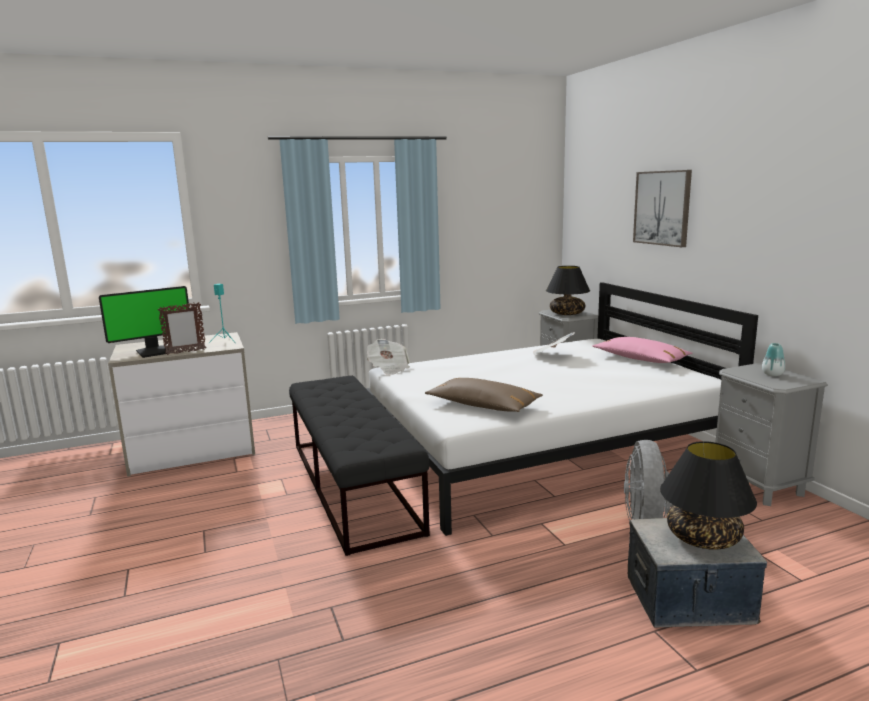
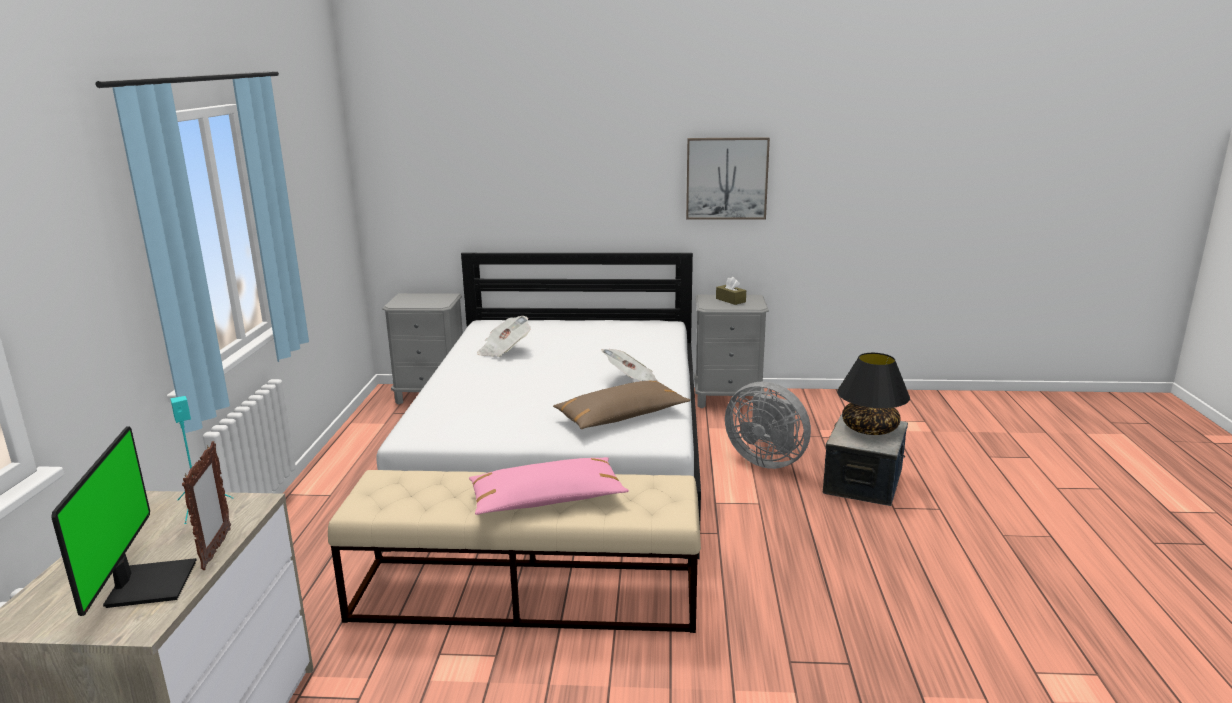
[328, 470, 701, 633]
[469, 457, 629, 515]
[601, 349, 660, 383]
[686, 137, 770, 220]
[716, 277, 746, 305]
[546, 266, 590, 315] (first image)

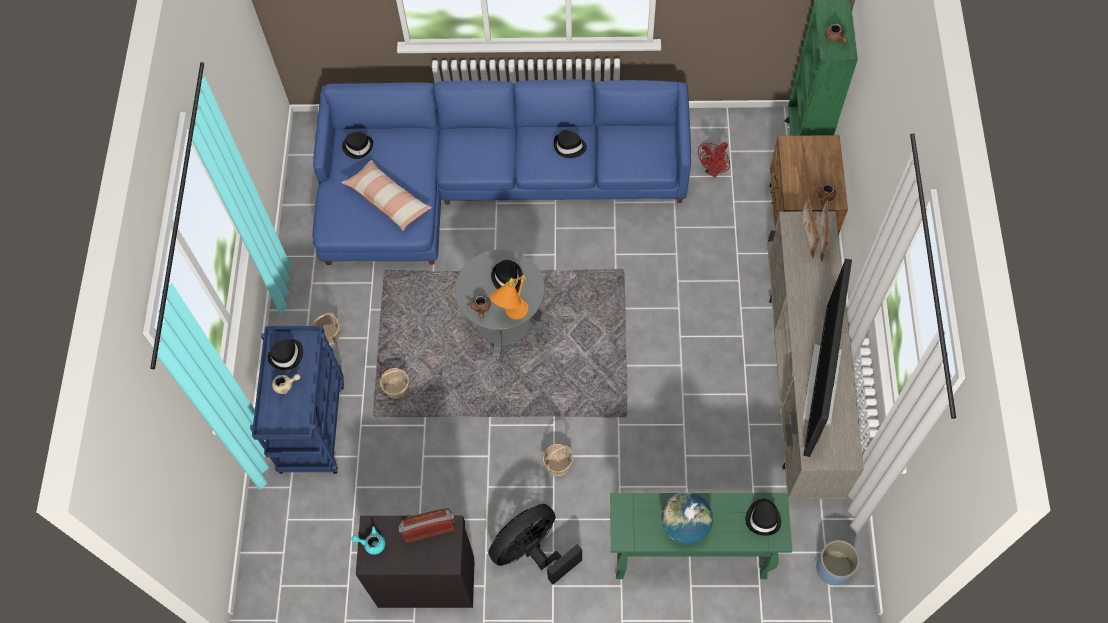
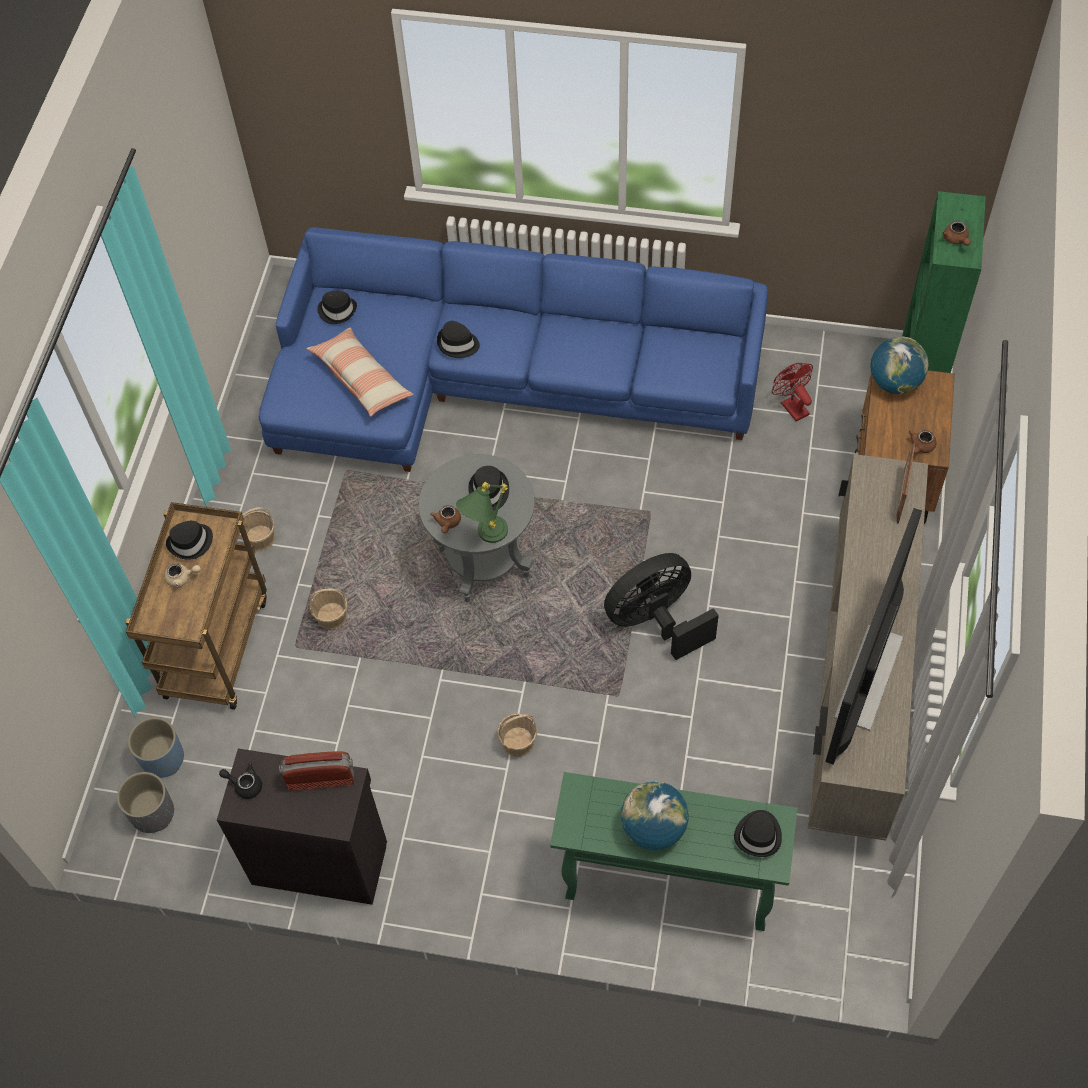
[117, 772, 174, 833]
[125, 502, 267, 710]
[128, 717, 184, 778]
[219, 762, 262, 799]
[437, 321, 480, 358]
[456, 482, 508, 543]
[604, 553, 719, 660]
[772, 363, 813, 422]
[870, 337, 929, 394]
[801, 196, 820, 258] (first image)

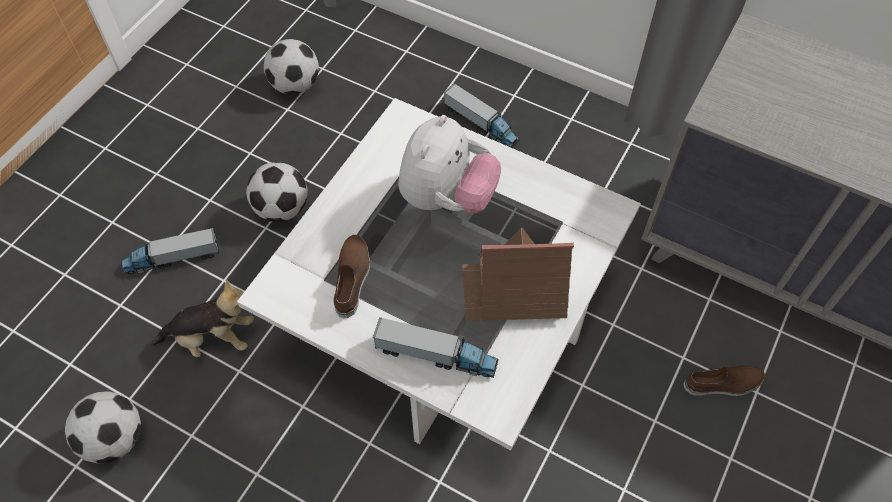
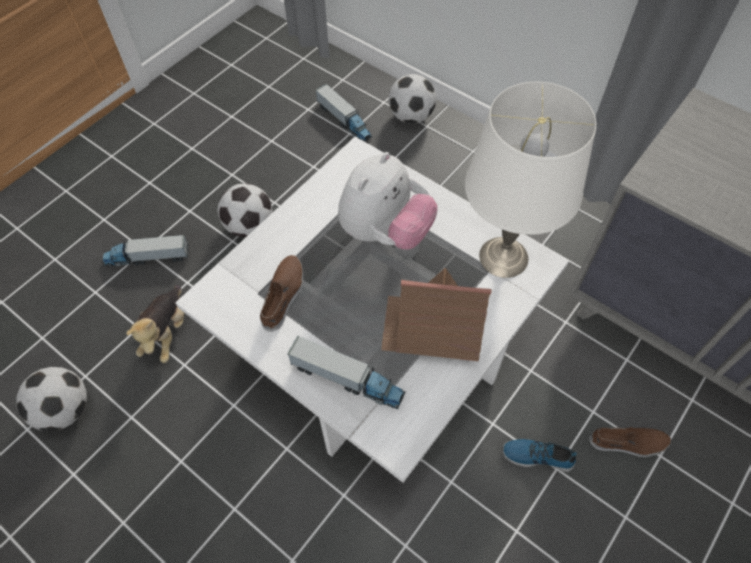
[126, 285, 185, 363]
[316, 84, 372, 142]
[388, 74, 436, 124]
[465, 82, 596, 278]
[502, 439, 577, 472]

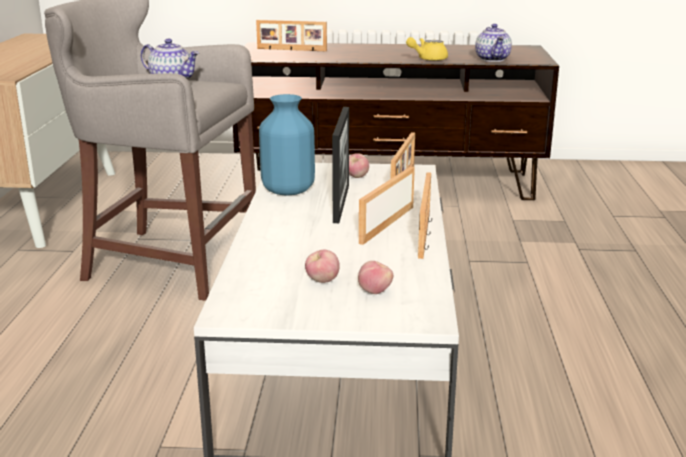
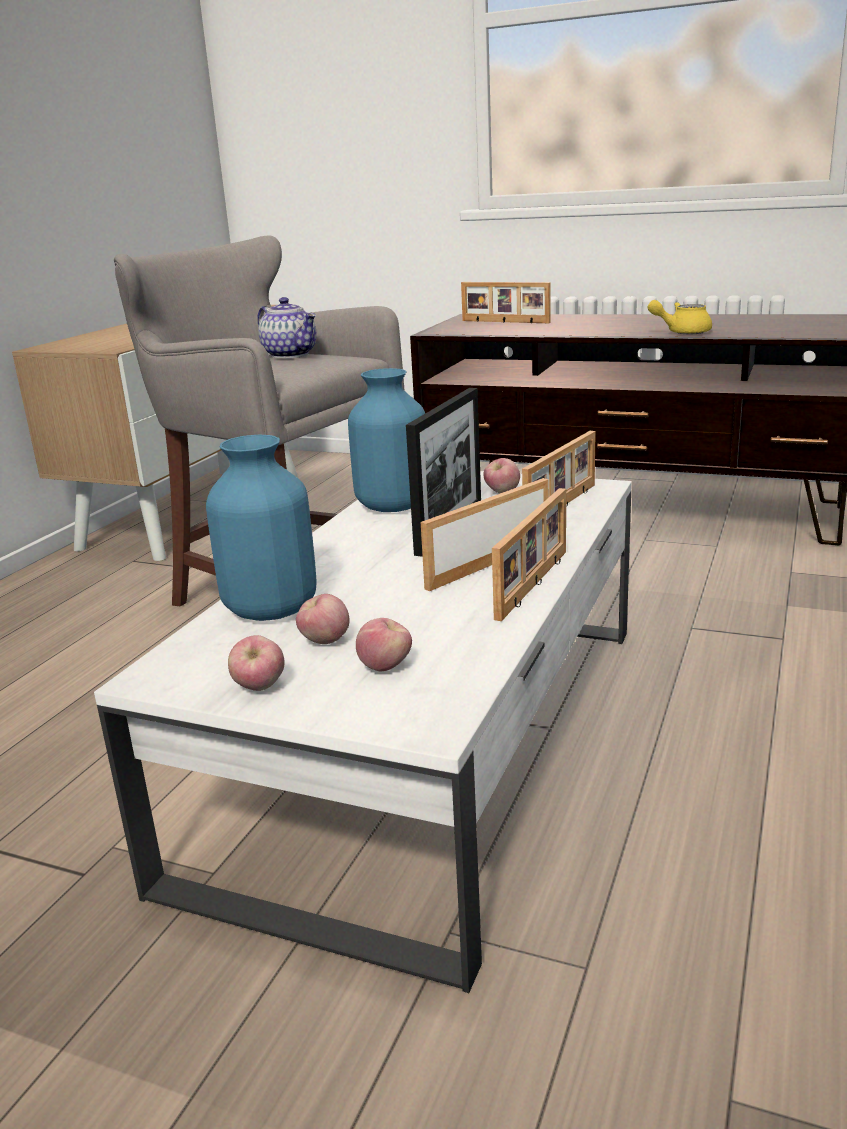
[206, 435, 316, 621]
[228, 635, 285, 691]
[475, 24, 512, 62] (first image)

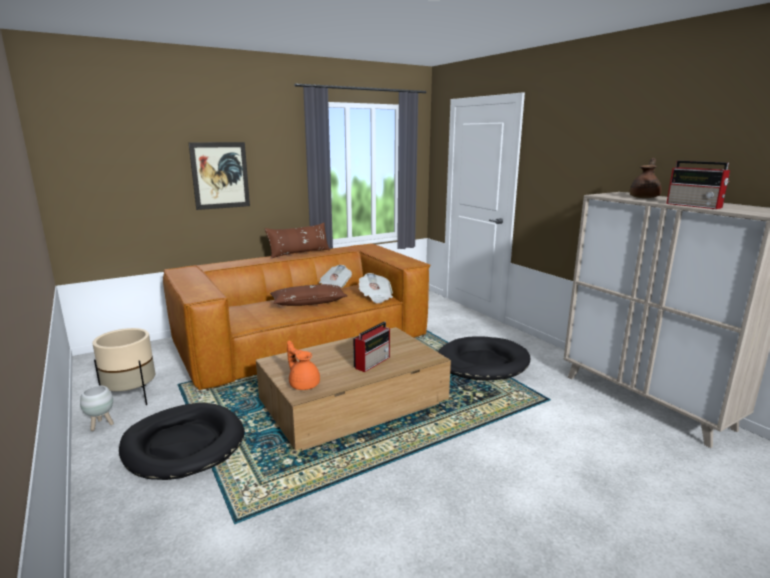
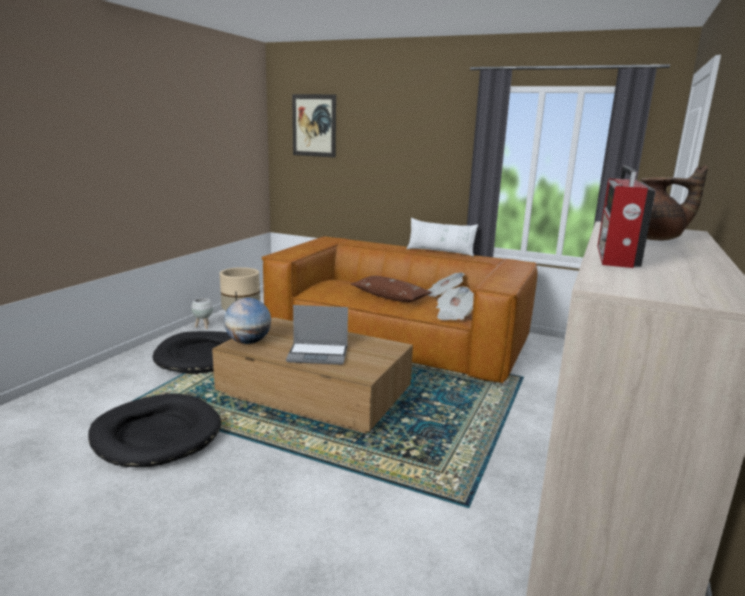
[88, 393, 221, 467]
[224, 298, 271, 344]
[286, 305, 348, 365]
[292, 94, 336, 158]
[406, 218, 478, 256]

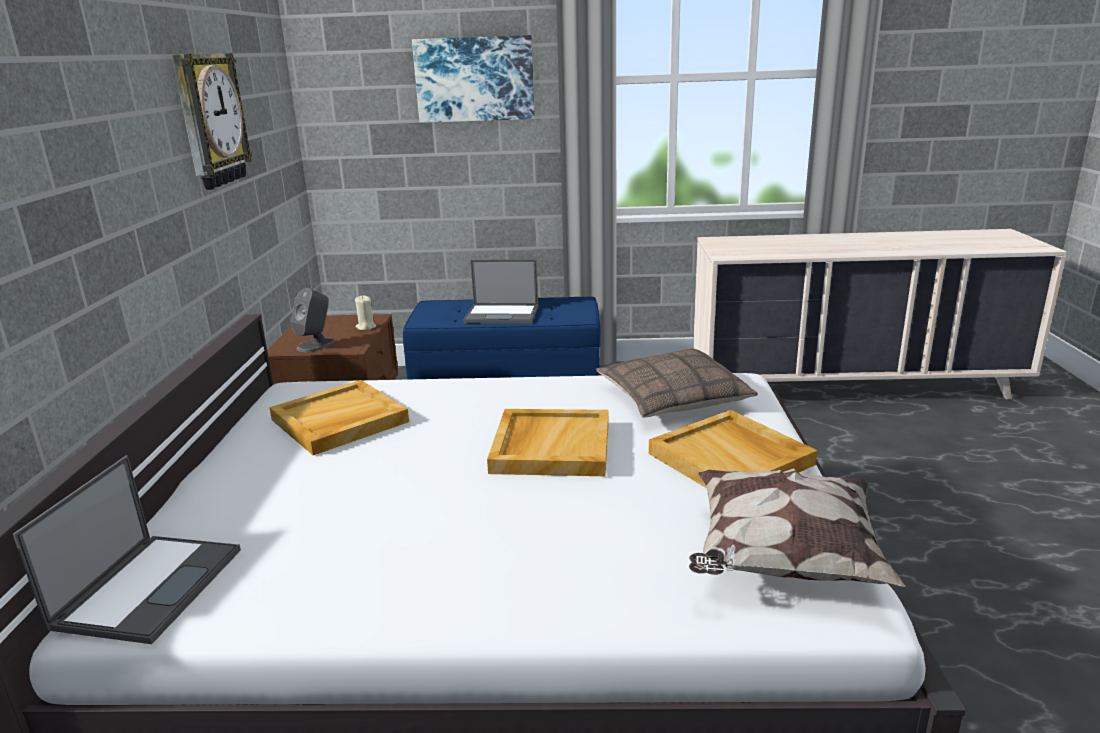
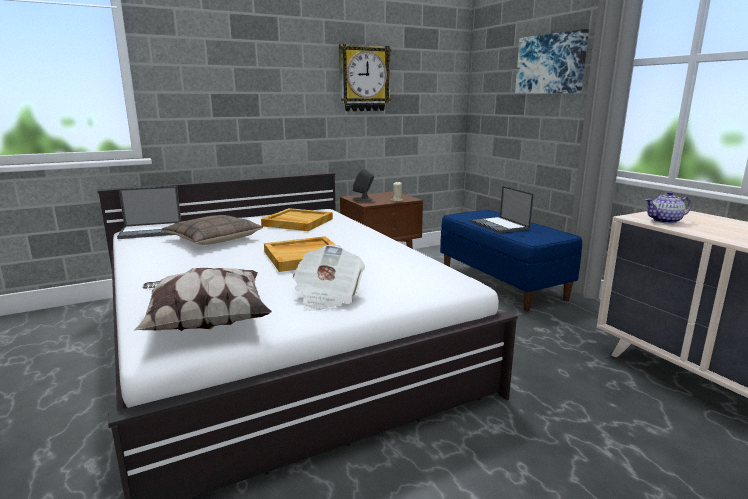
[161, 215, 263, 245]
[293, 245, 365, 311]
[645, 191, 691, 224]

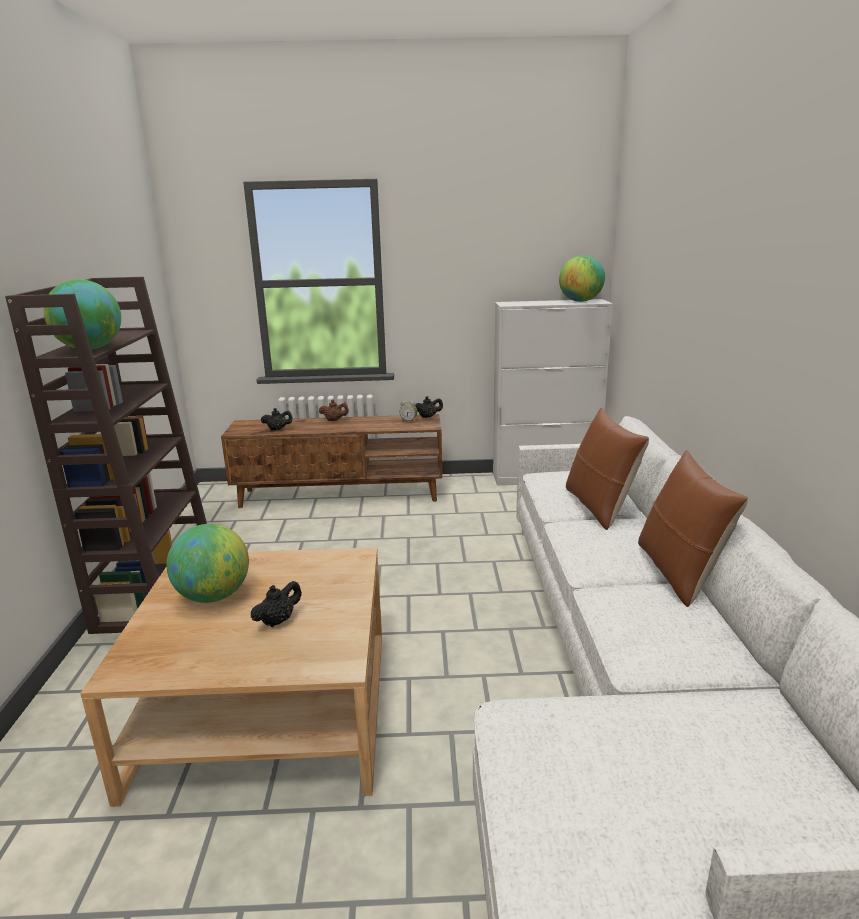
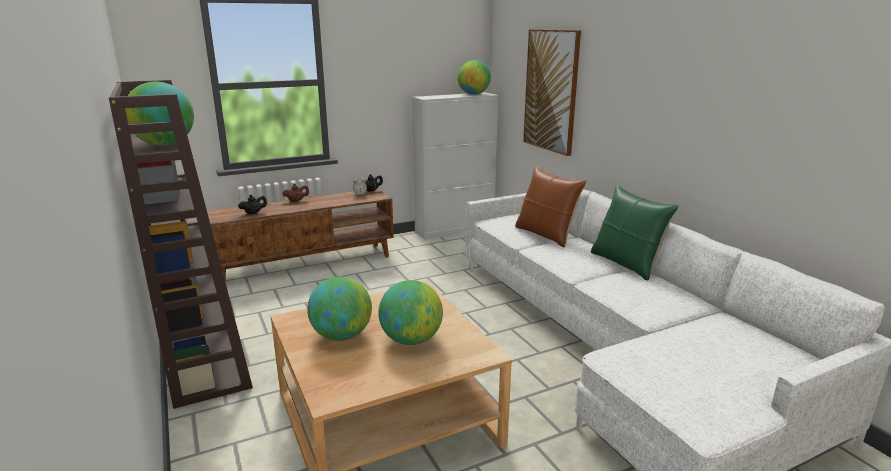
[378, 280, 443, 345]
[523, 29, 581, 156]
[591, 185, 679, 281]

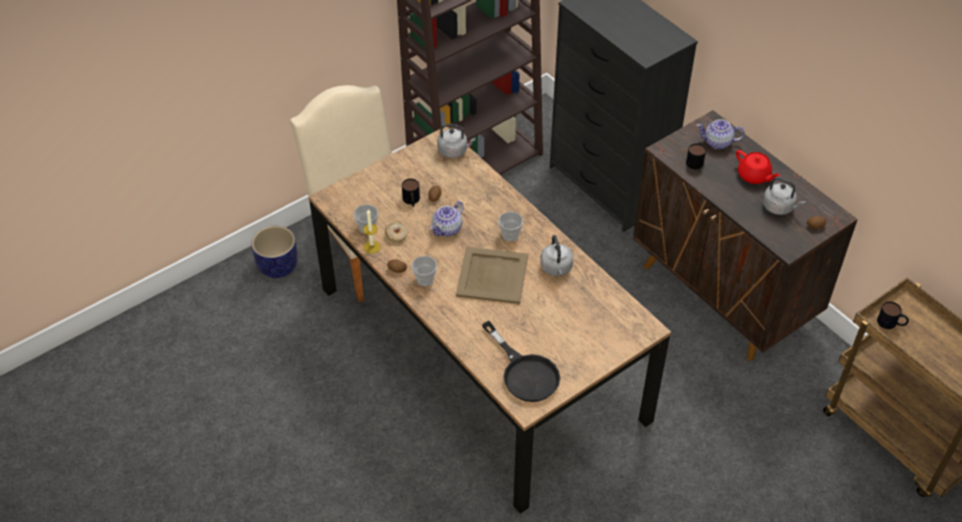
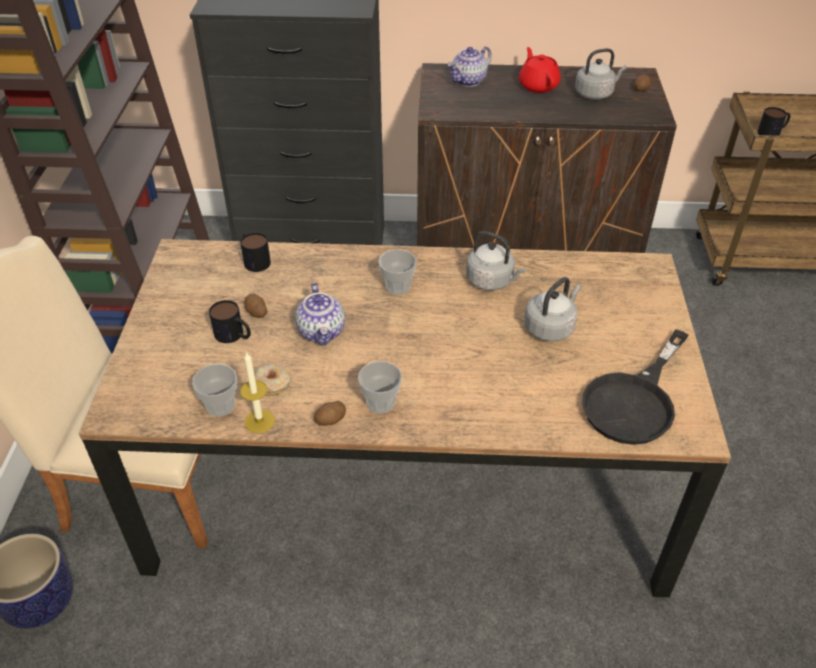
[240, 233, 271, 272]
[519, 47, 561, 93]
[524, 277, 581, 341]
[582, 329, 688, 445]
[456, 247, 528, 304] (first image)

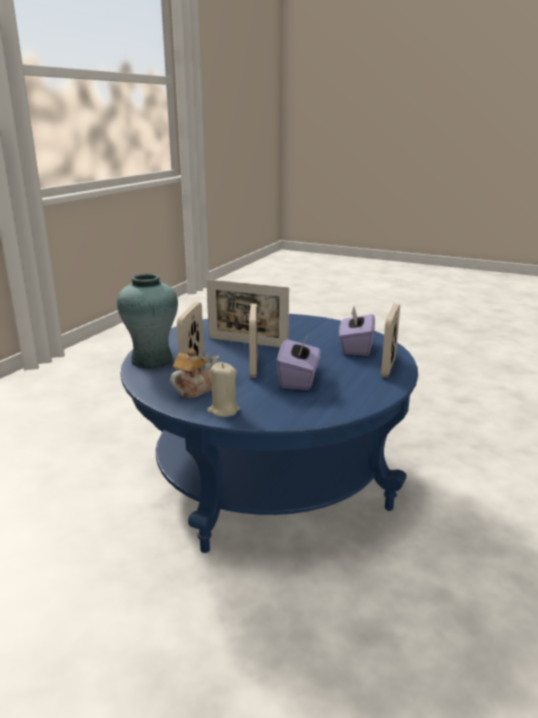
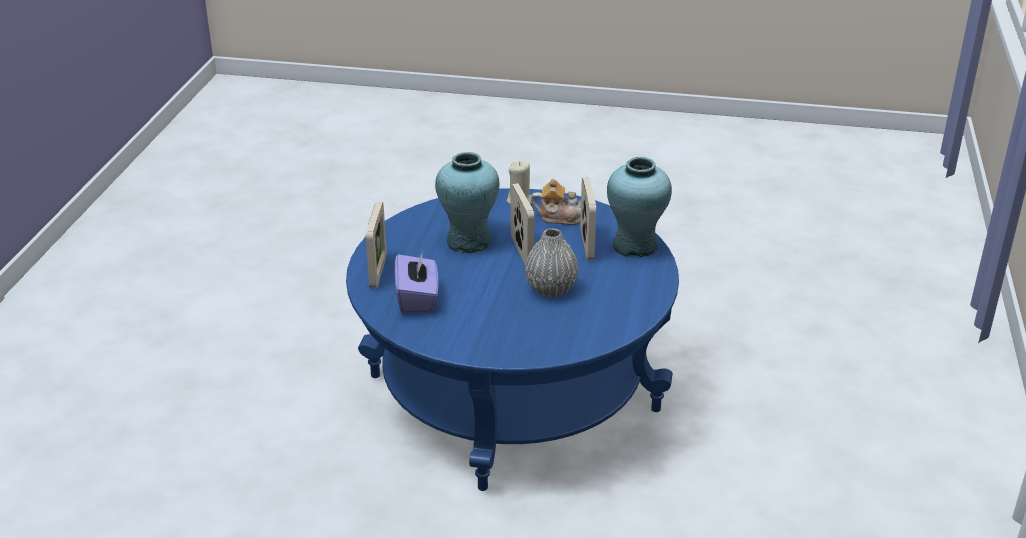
[435, 152, 499, 253]
[525, 228, 578, 297]
[531, 179, 581, 225]

